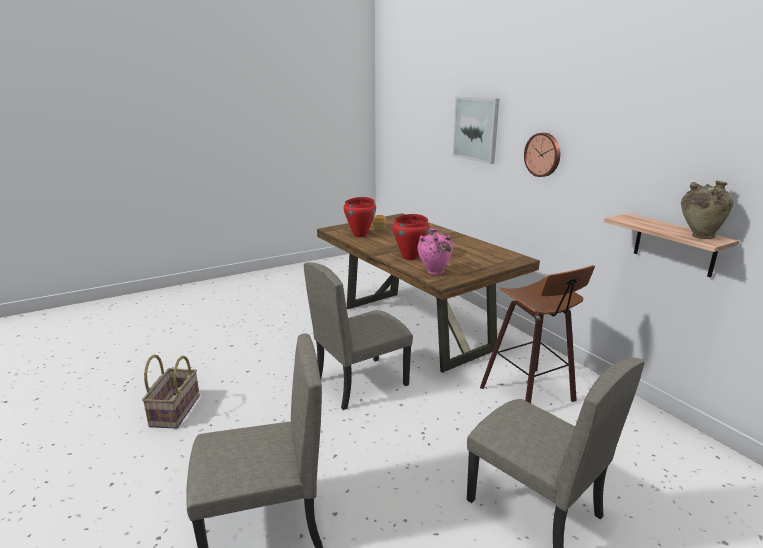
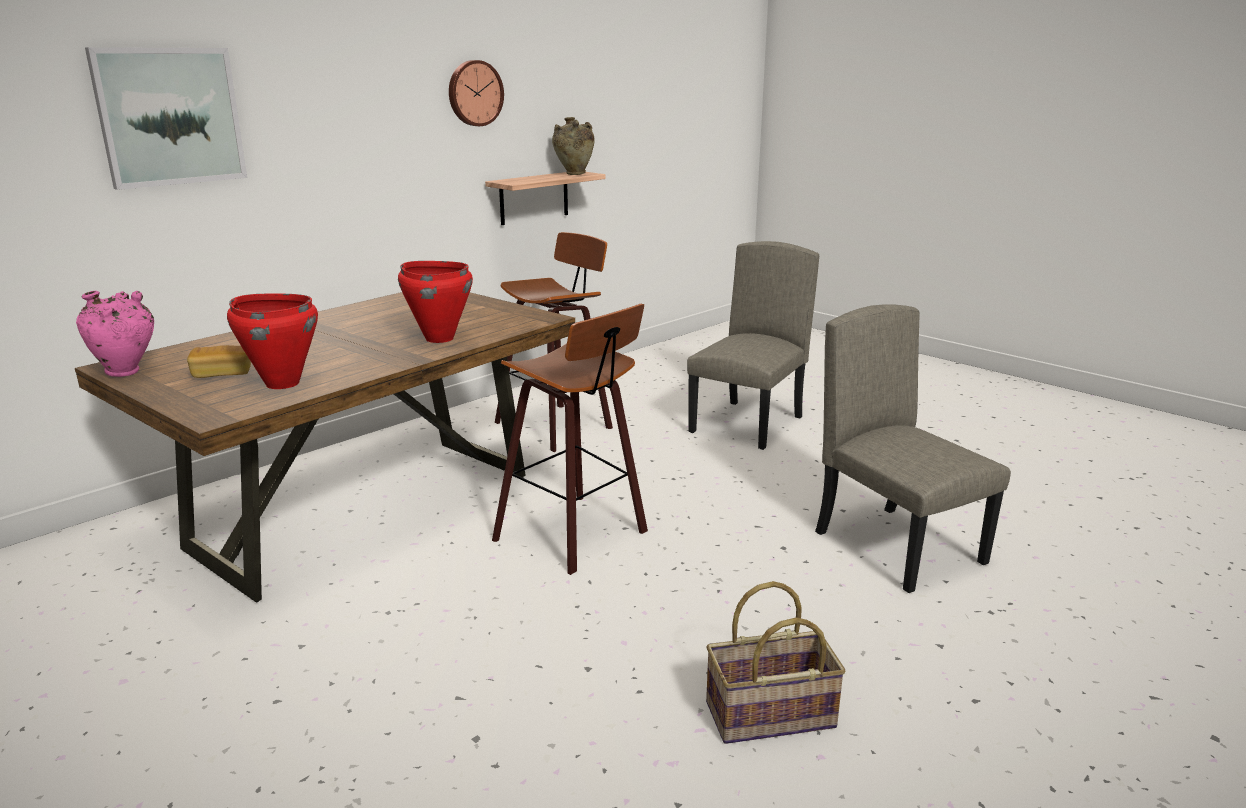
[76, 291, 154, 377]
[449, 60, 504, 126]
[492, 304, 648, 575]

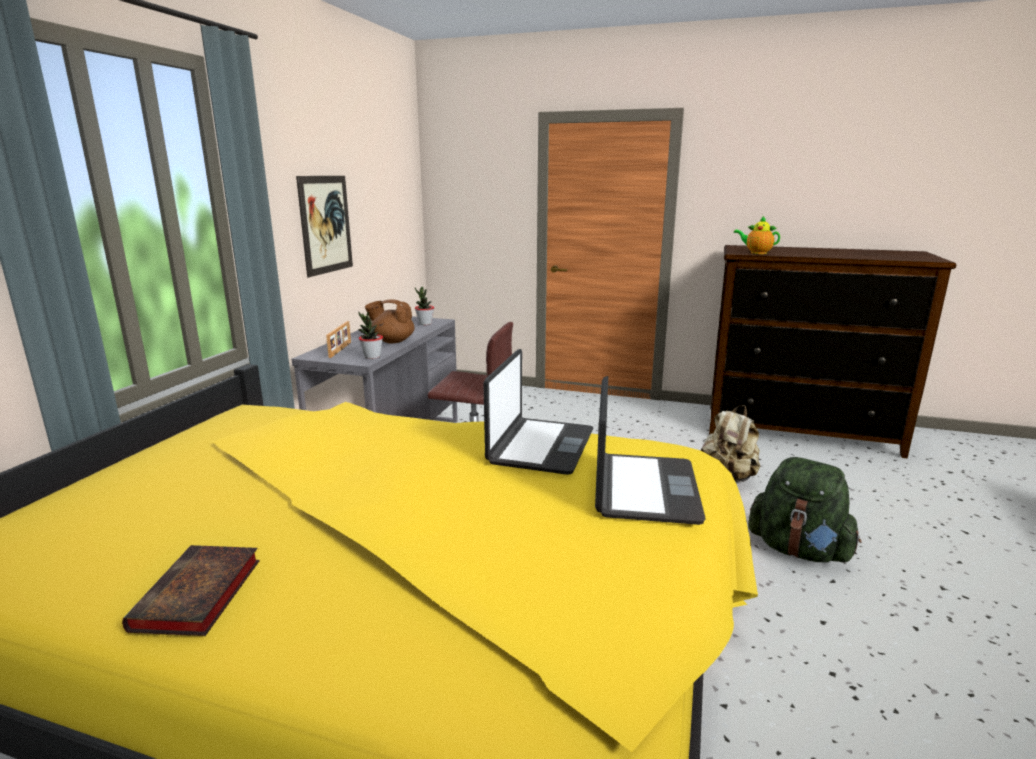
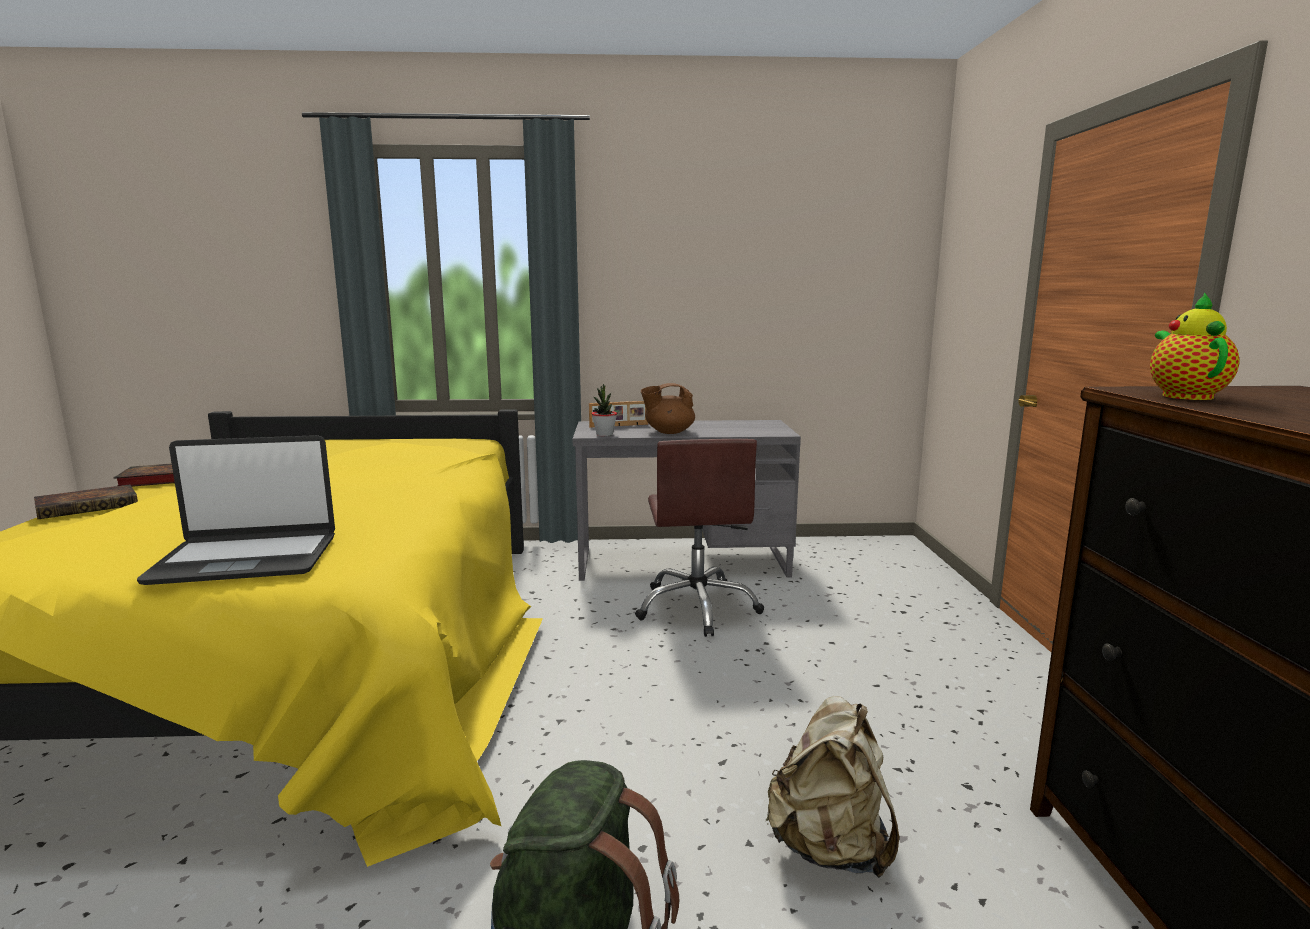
[34, 484, 138, 519]
[641, 383, 695, 434]
[296, 176, 353, 277] (first image)
[415, 287, 434, 325] (first image)
[483, 349, 593, 475] (first image)

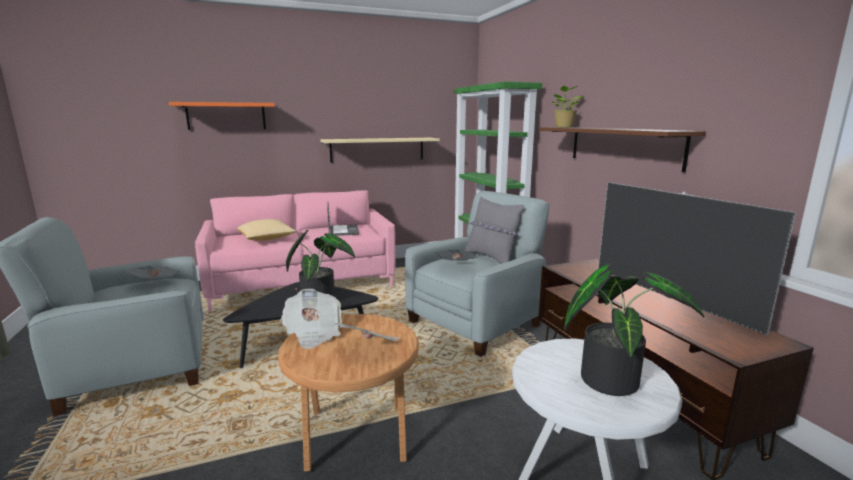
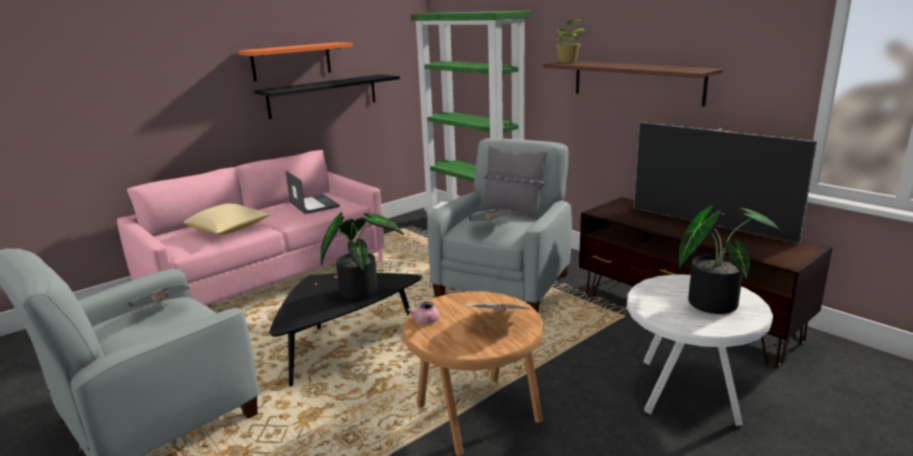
[238, 42, 353, 81]
[254, 74, 400, 119]
[408, 301, 439, 324]

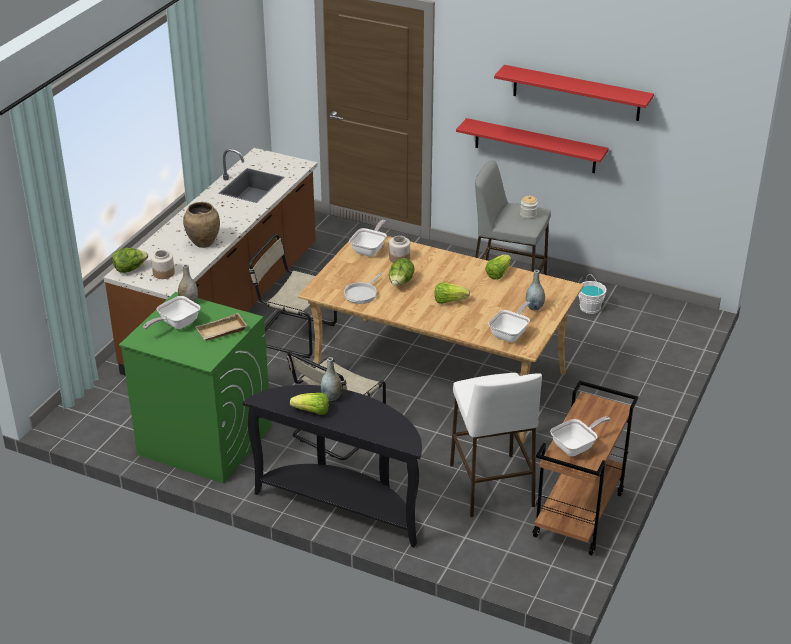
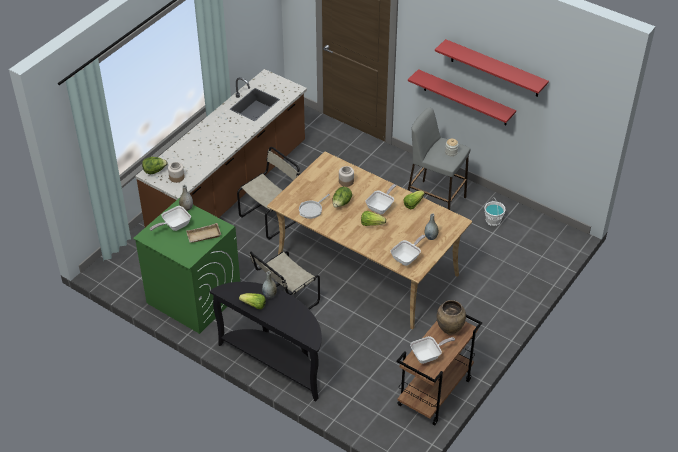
[237, 147, 300, 240]
[366, 184, 397, 214]
[437, 300, 466, 335]
[450, 373, 542, 517] (first image)

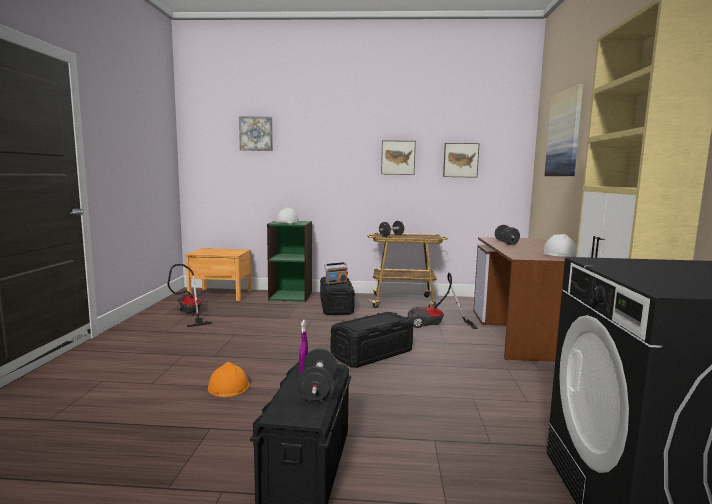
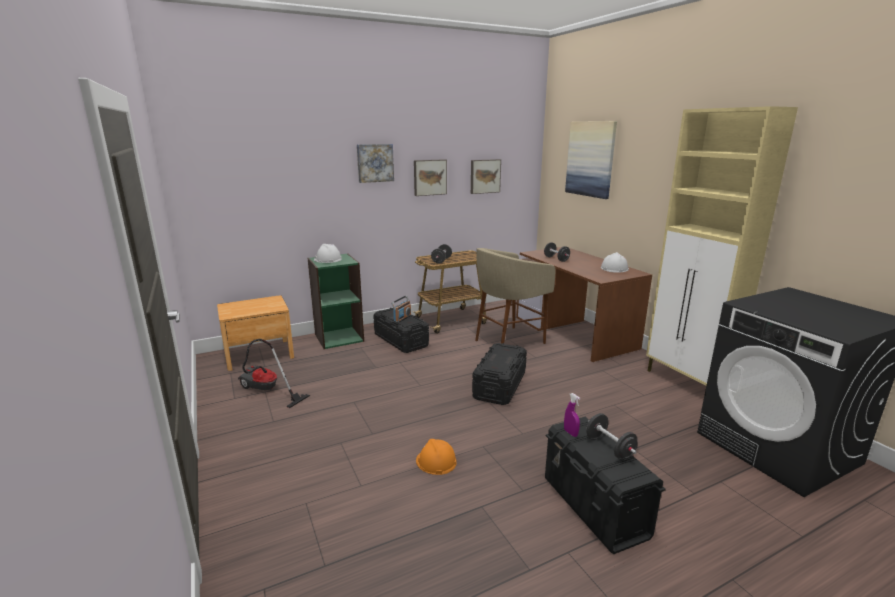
[357, 144, 394, 183]
[475, 248, 556, 344]

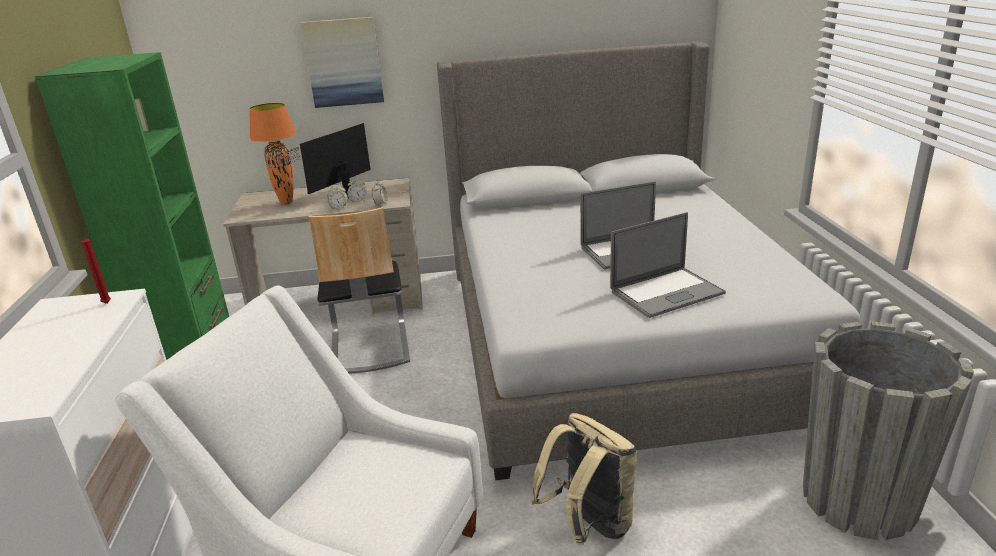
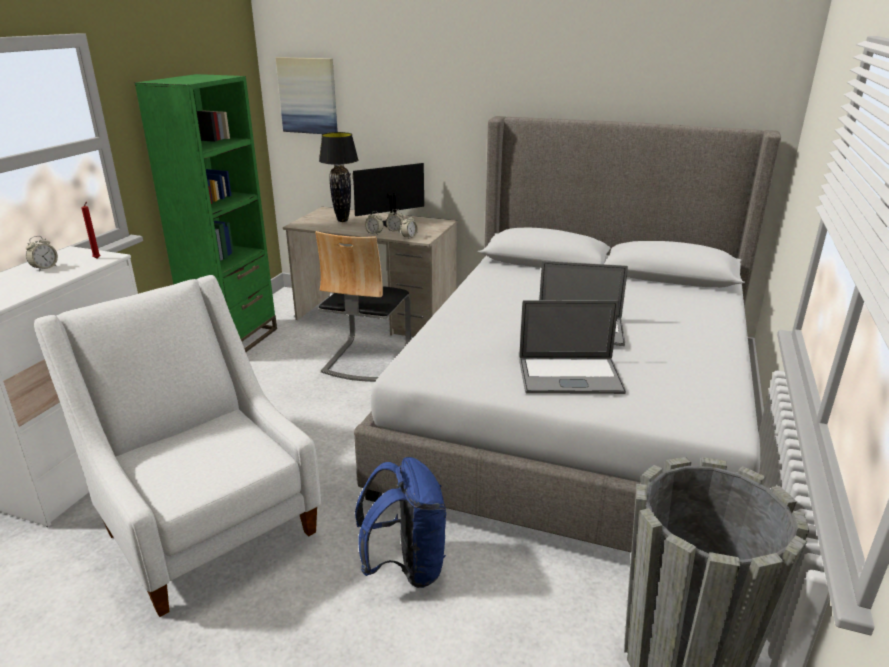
[26, 236, 58, 272]
[276, 57, 338, 134]
[319, 132, 358, 222]
[355, 457, 446, 588]

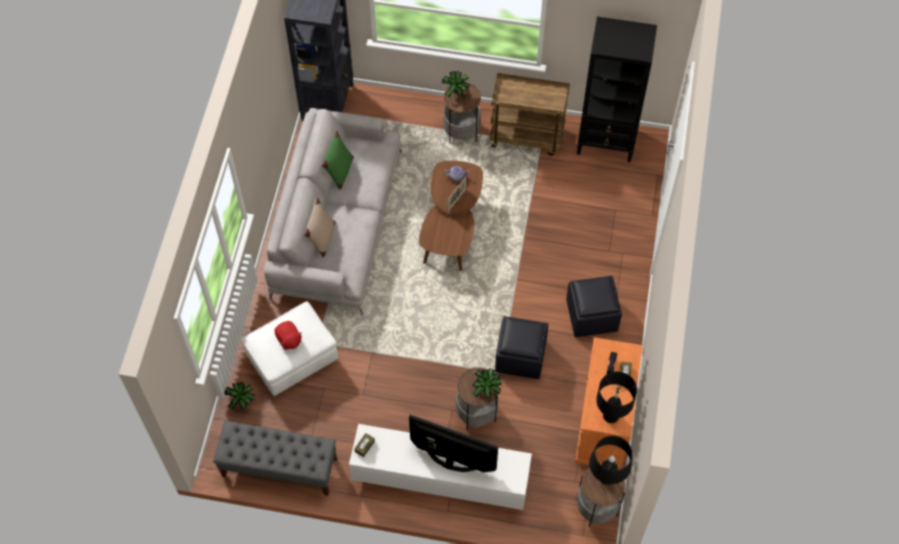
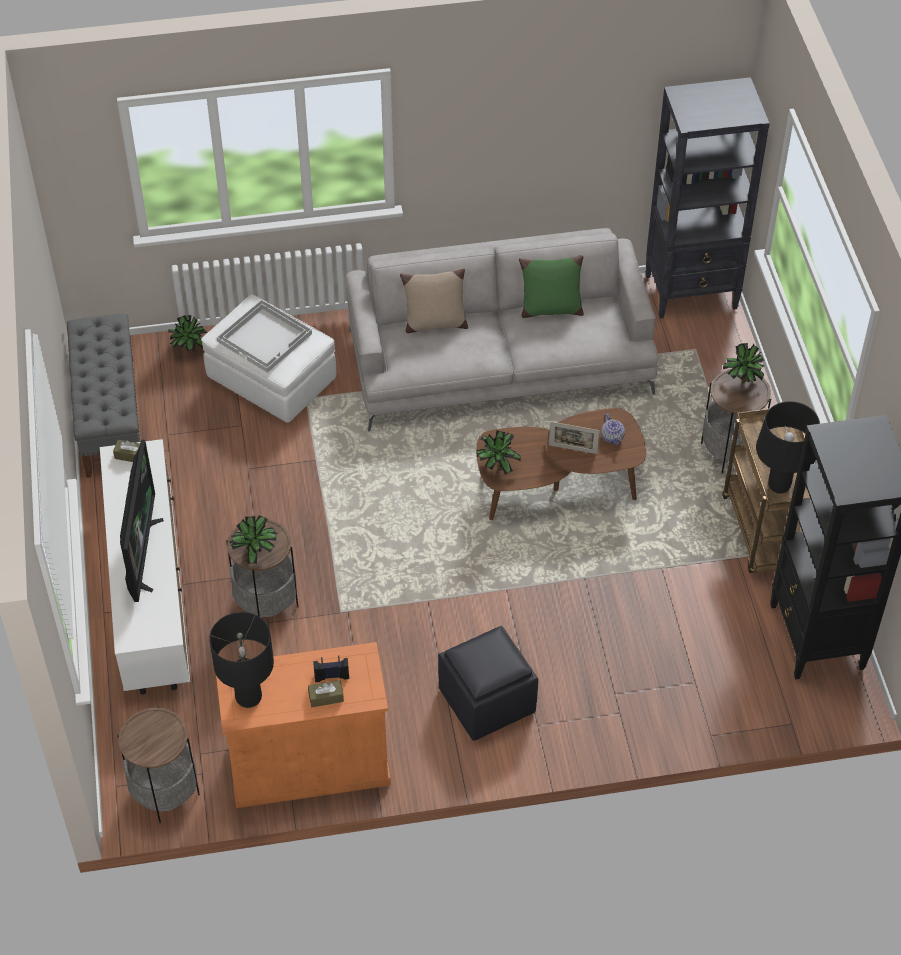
[217, 299, 312, 373]
[477, 431, 521, 475]
[756, 401, 820, 494]
[495, 316, 548, 379] (first image)

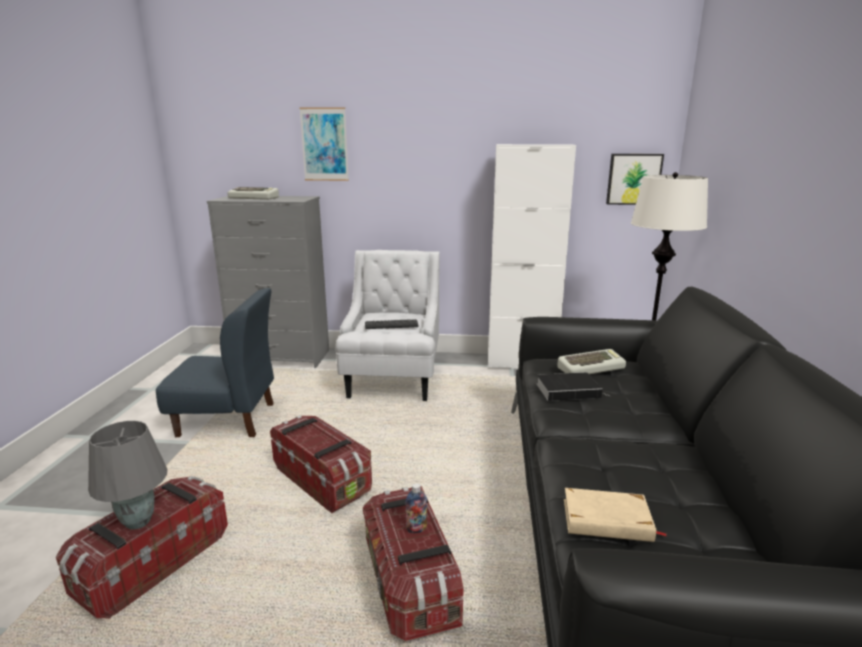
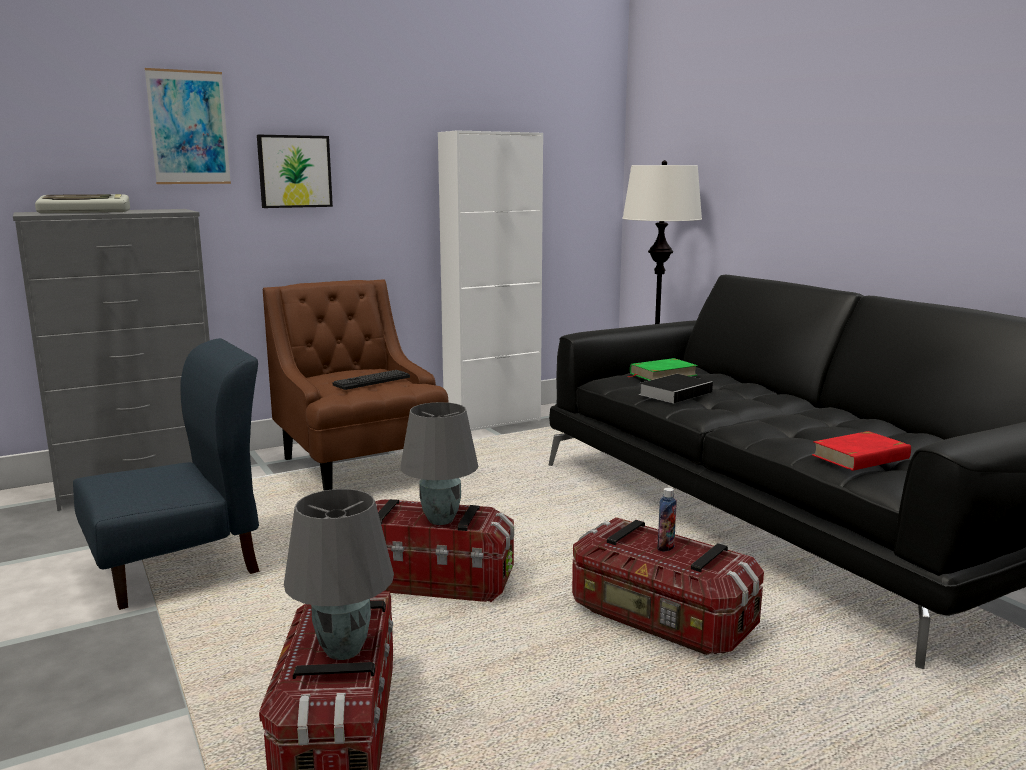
[257, 135, 333, 208]
[263, 279, 448, 491]
[400, 402, 478, 525]
[628, 358, 698, 381]
[812, 431, 911, 471]

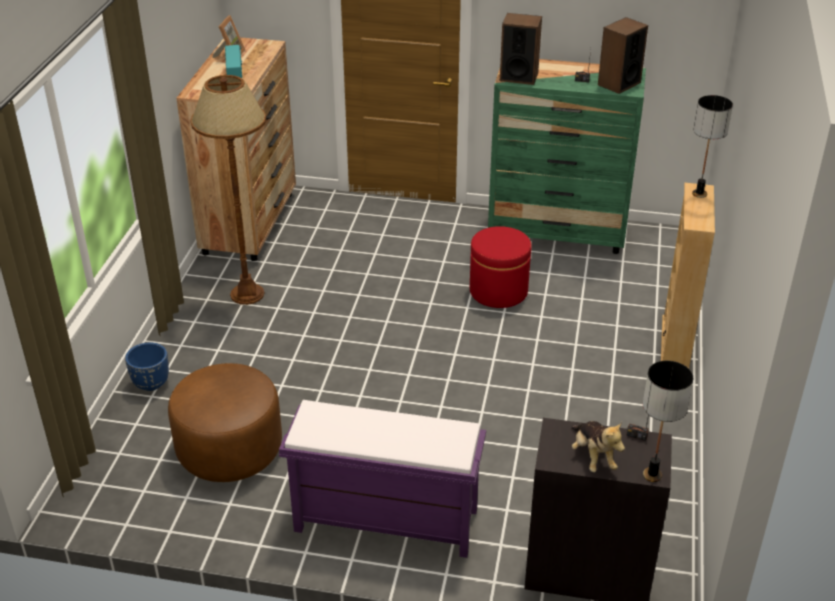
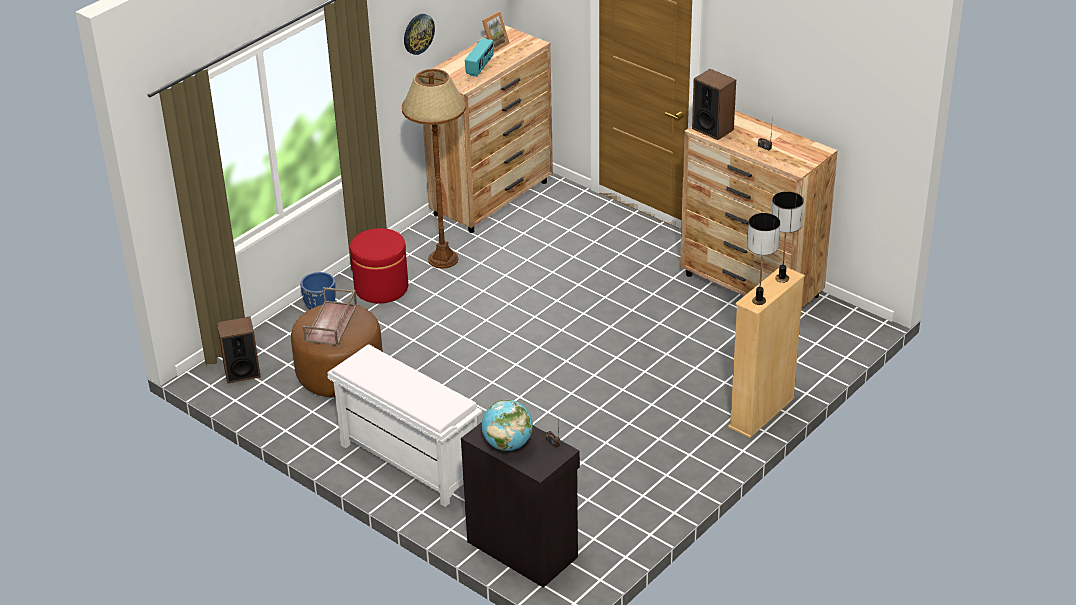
[217, 316, 261, 384]
[303, 287, 357, 346]
[327, 344, 482, 507]
[350, 228, 408, 303]
[404, 14, 435, 55]
[481, 400, 533, 451]
[680, 110, 838, 308]
[747, 213, 780, 305]

